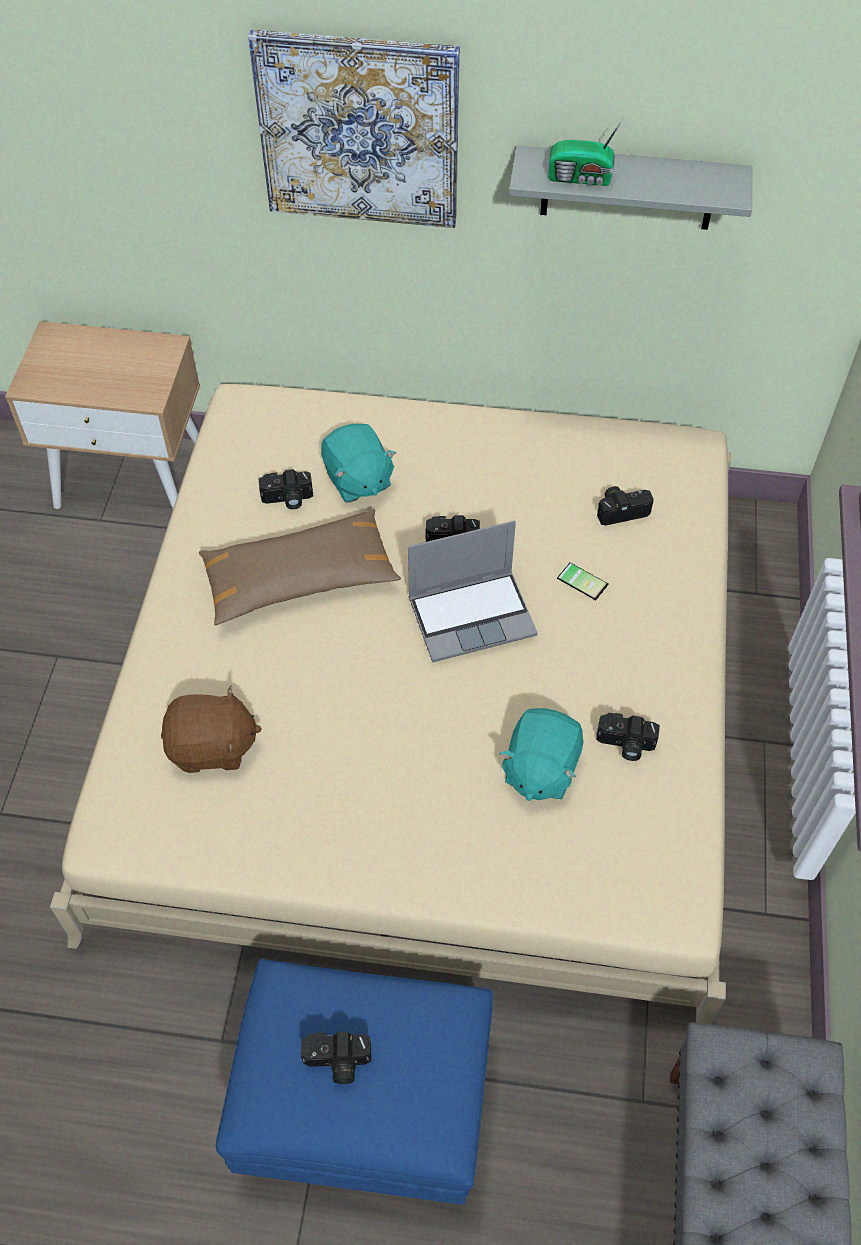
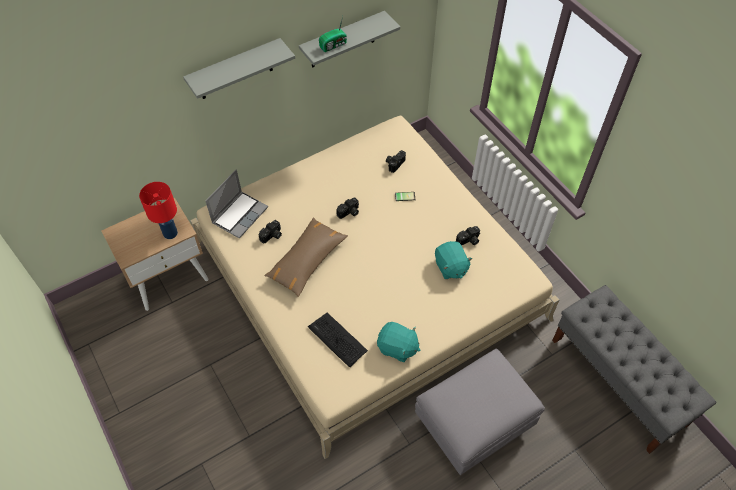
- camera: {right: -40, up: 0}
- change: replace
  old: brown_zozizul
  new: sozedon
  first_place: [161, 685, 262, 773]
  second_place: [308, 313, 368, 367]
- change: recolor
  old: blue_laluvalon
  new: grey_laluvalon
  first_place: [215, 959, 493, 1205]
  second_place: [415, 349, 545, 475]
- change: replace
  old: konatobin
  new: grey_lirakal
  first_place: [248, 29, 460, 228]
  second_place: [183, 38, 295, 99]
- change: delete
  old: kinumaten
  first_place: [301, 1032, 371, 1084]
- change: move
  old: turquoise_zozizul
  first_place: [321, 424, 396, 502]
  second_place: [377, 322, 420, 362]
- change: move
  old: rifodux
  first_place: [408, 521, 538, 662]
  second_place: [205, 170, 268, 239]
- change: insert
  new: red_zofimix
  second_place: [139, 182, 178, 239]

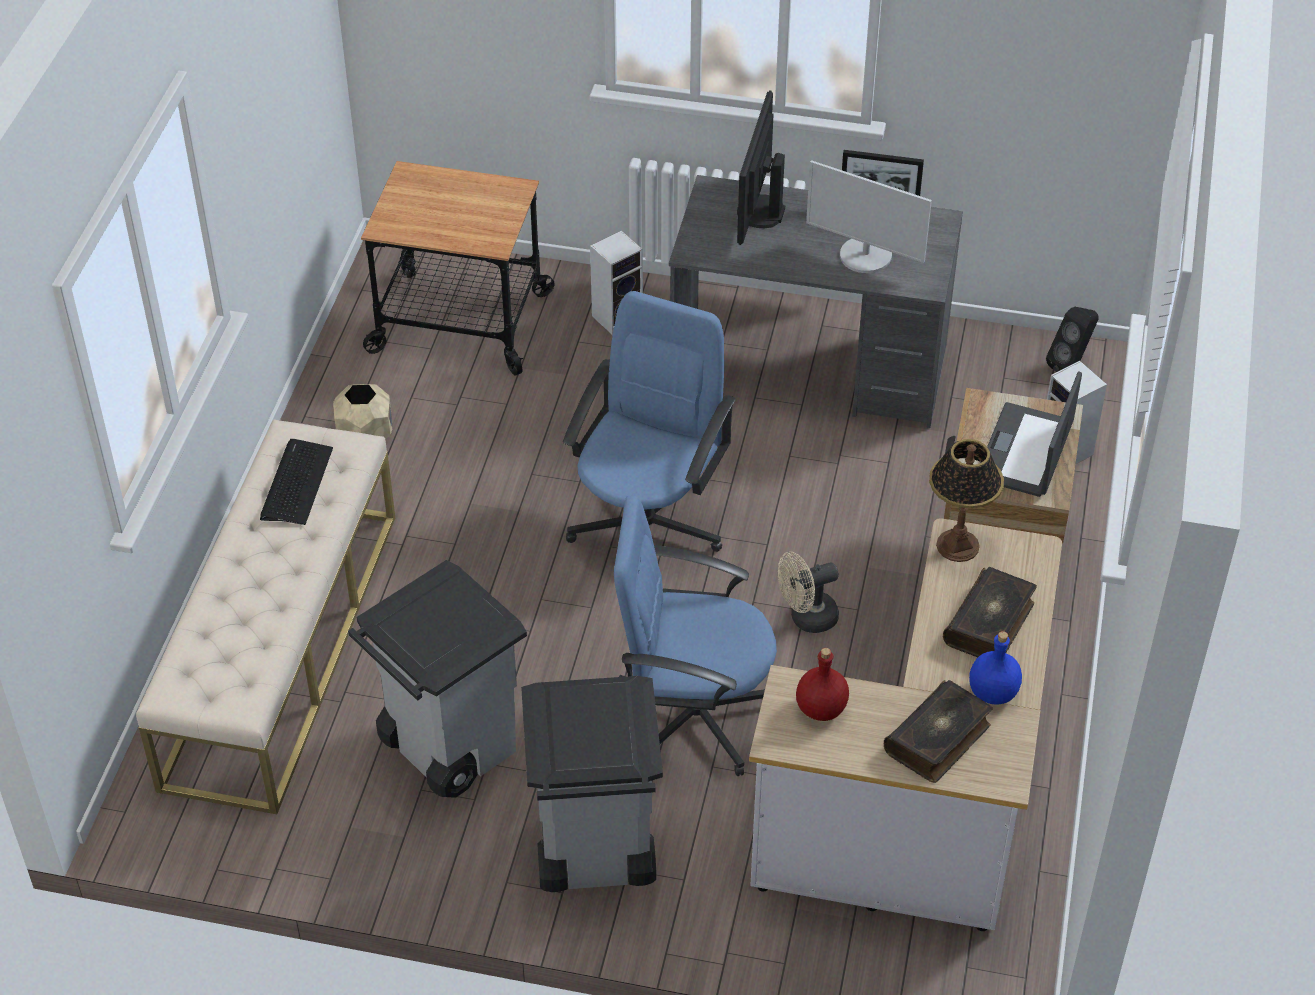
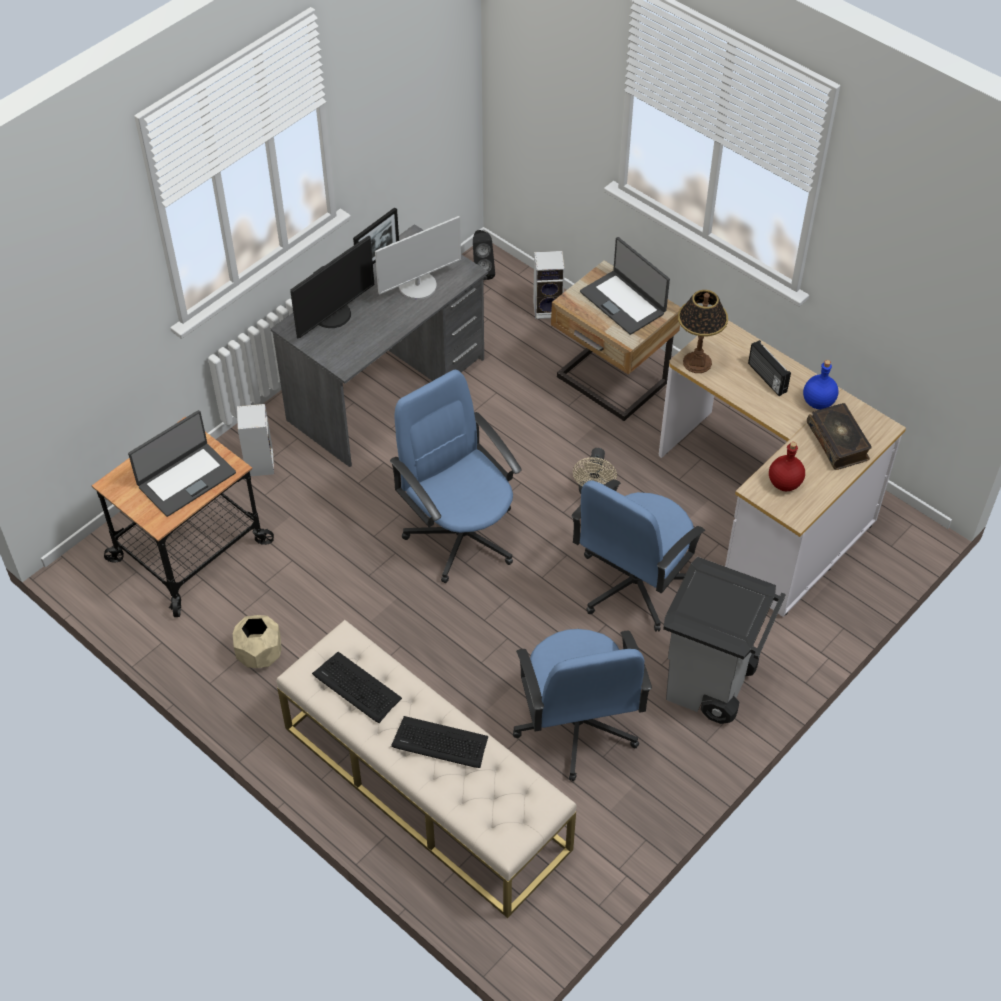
- camera: {right: -60, up: 5}
- change: replace
  old: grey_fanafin
  new: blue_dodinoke
  first_place: [348, 560, 527, 798]
  second_place: [513, 629, 652, 781]
- change: rotate
  old: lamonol
  first_place: [737, 90, 785, 245]
  second_place: [290, 236, 374, 338]
  degrees: -90
- change: replace
  old: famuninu
  new: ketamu
  first_place: [943, 567, 1037, 657]
  second_place: [748, 340, 791, 396]
- change: insert
  new: rifodux
  second_place: [128, 410, 236, 517]
- change: insert
  new: sozedon
  second_place: [391, 716, 488, 768]

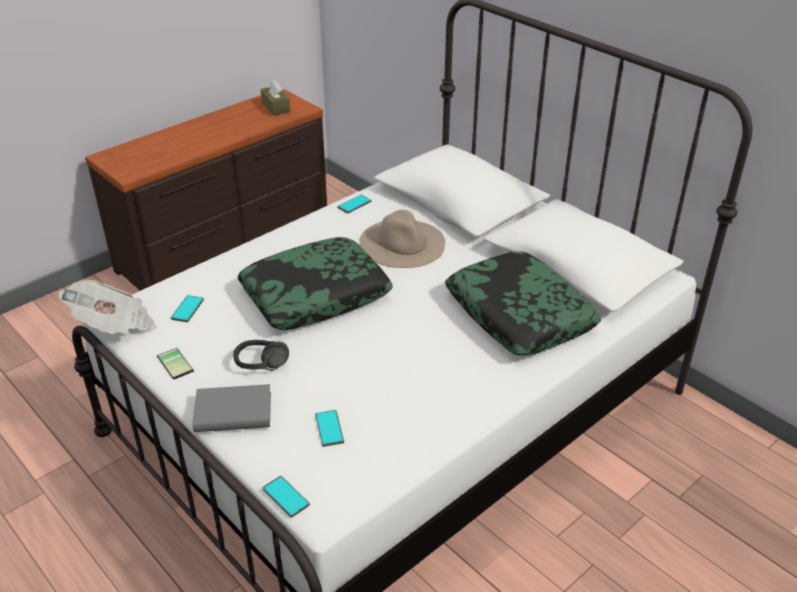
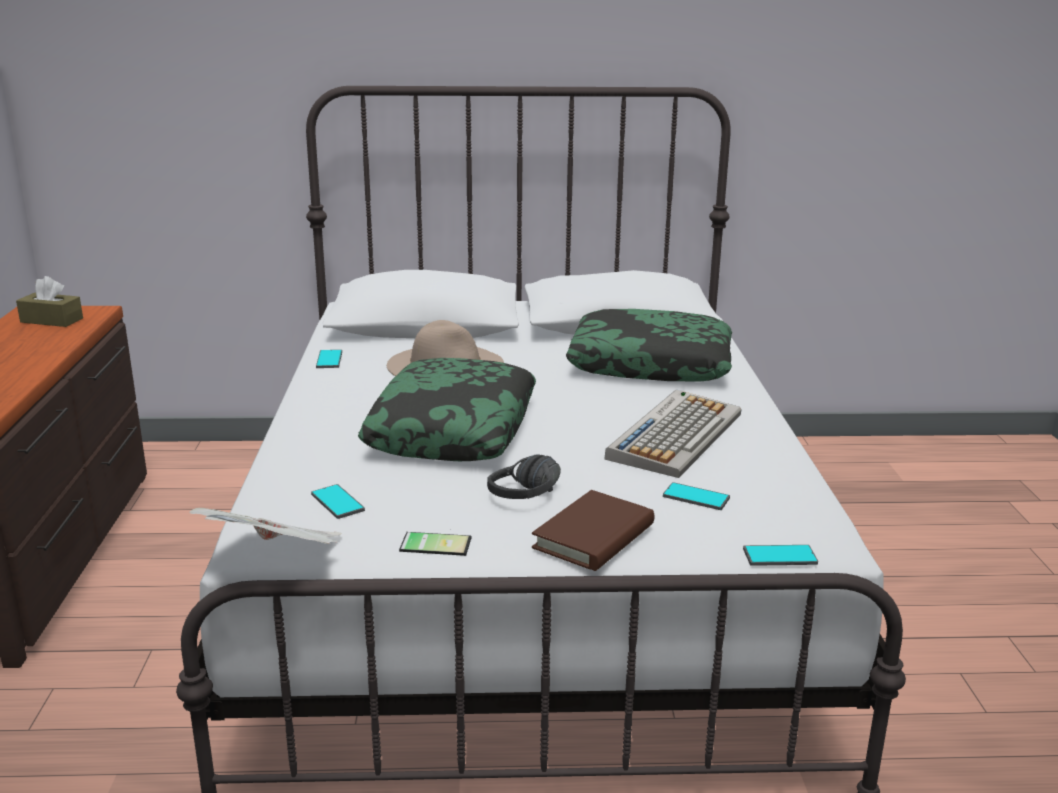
- camera: {right: -50, up: -15}
- change: recolor
  old: grey_famuninu
  new: brown_famuninu
  first_place: [192, 384, 271, 432]
  second_place: [532, 490, 655, 571]
- change: insert
  new: sozedon
  second_place: [604, 390, 742, 478]

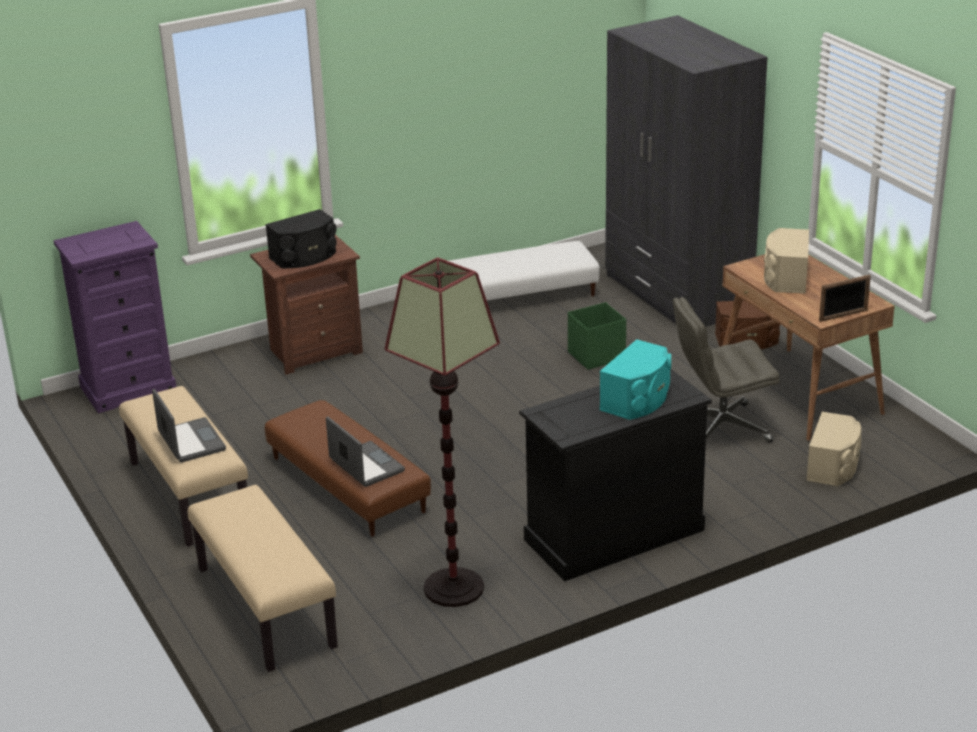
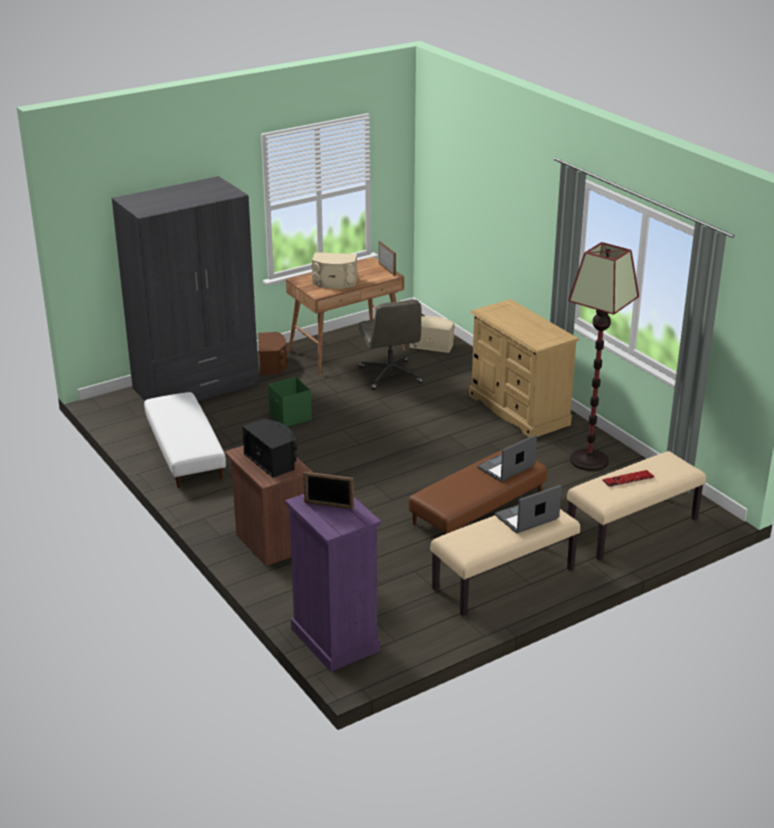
- camera: {right: -95, up: 0}
- change: recolor
  old: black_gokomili
  new: beige_gokomili
  first_place: [519, 369, 712, 581]
  second_place: [469, 299, 579, 437]
- change: delete
  old: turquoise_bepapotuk
  first_place: [600, 339, 671, 420]
- change: insert
  new: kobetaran
  second_place: [303, 471, 354, 509]
- change: insert
  new: sozedon
  second_place: [602, 470, 654, 487]

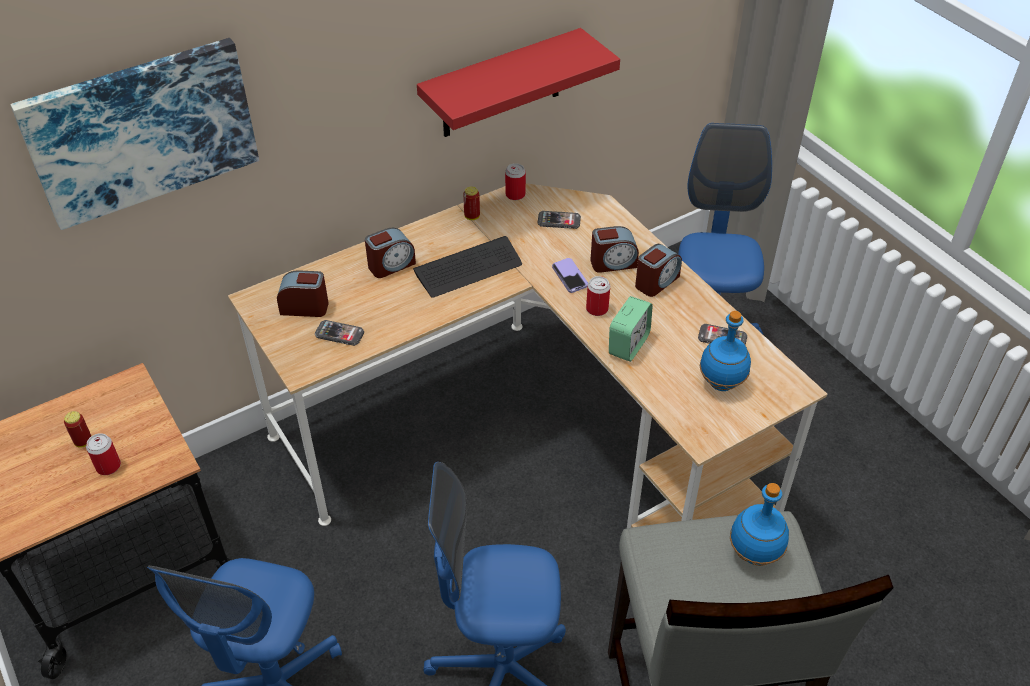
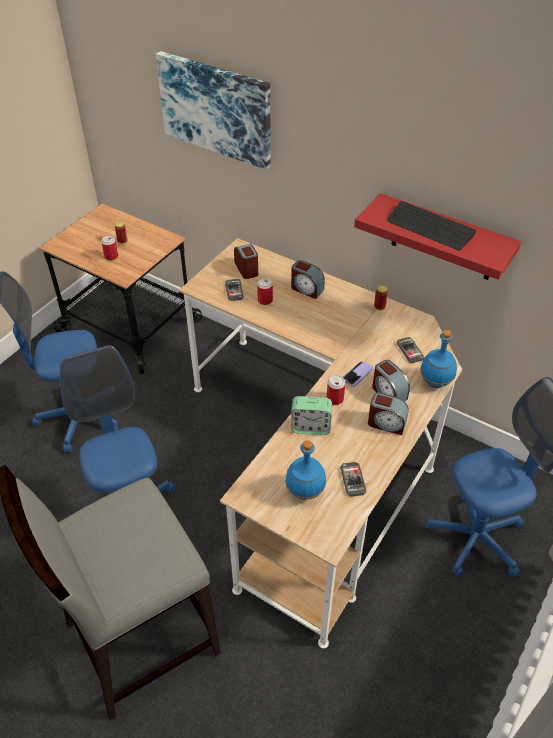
- camera: {right: 65, up: 0}
- change: move
  old: sozedon
  first_place: [413, 236, 522, 298]
  second_place: [387, 201, 477, 251]
- change: move
  old: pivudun
  first_place: [505, 163, 526, 200]
  second_place: [257, 278, 273, 305]
- change: move
  old: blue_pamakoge
  first_place: [730, 483, 789, 566]
  second_place: [420, 330, 457, 388]

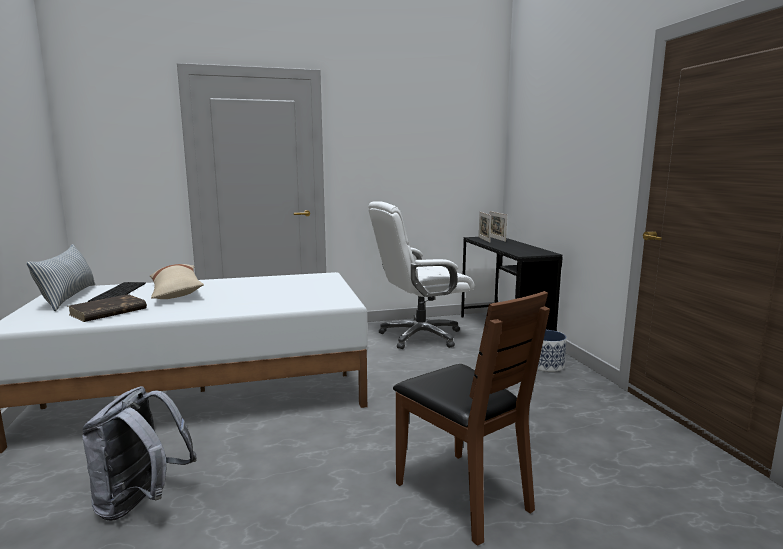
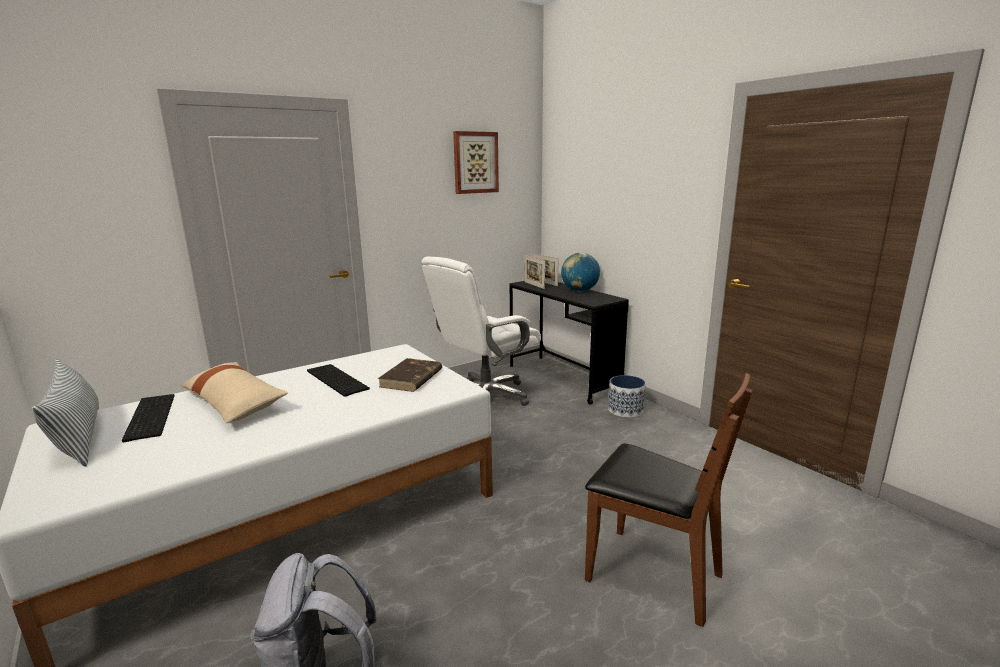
- camera: {right: -20, up: 5}
- change: move
  old: brown_famuninu
  first_place: [68, 294, 147, 322]
  second_place: [378, 358, 442, 392]
- change: insert
  new: sozedon
  second_place: [307, 364, 370, 397]
- change: insert
  new: konatobin
  second_place: [453, 131, 499, 194]
- change: insert
  new: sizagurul
  second_place: [561, 253, 600, 291]

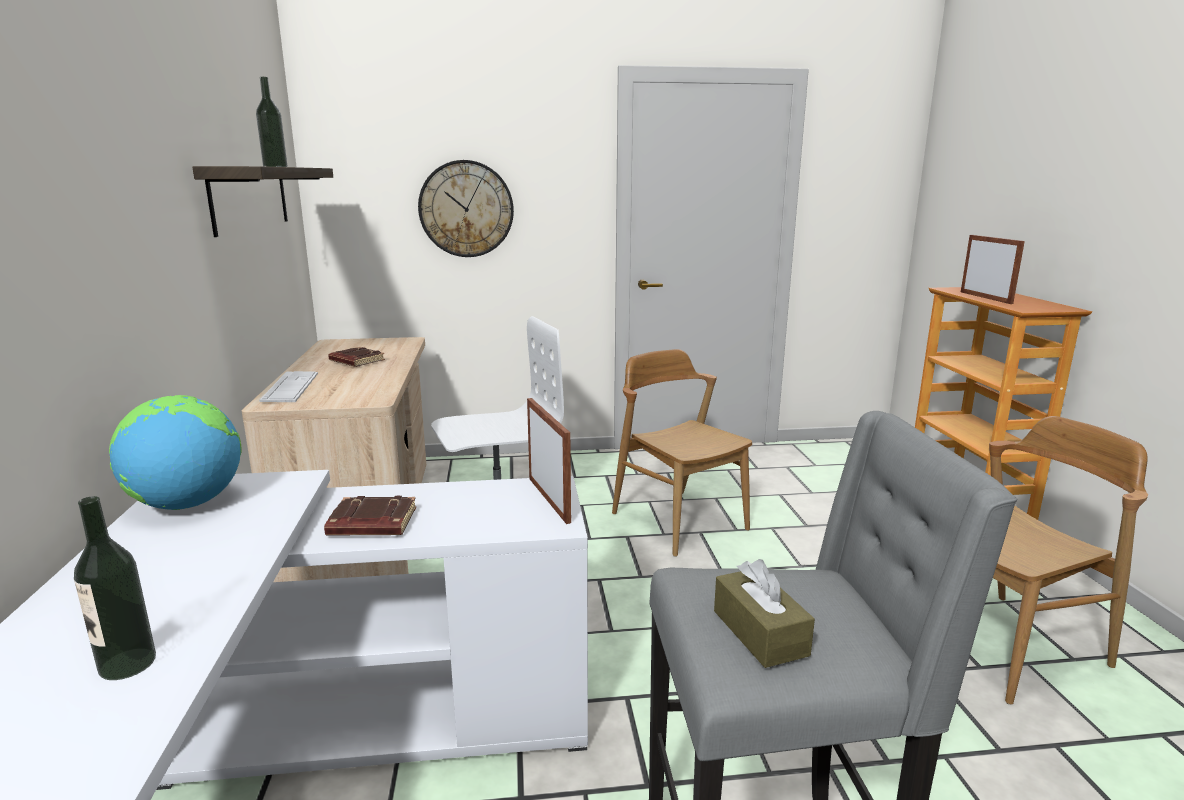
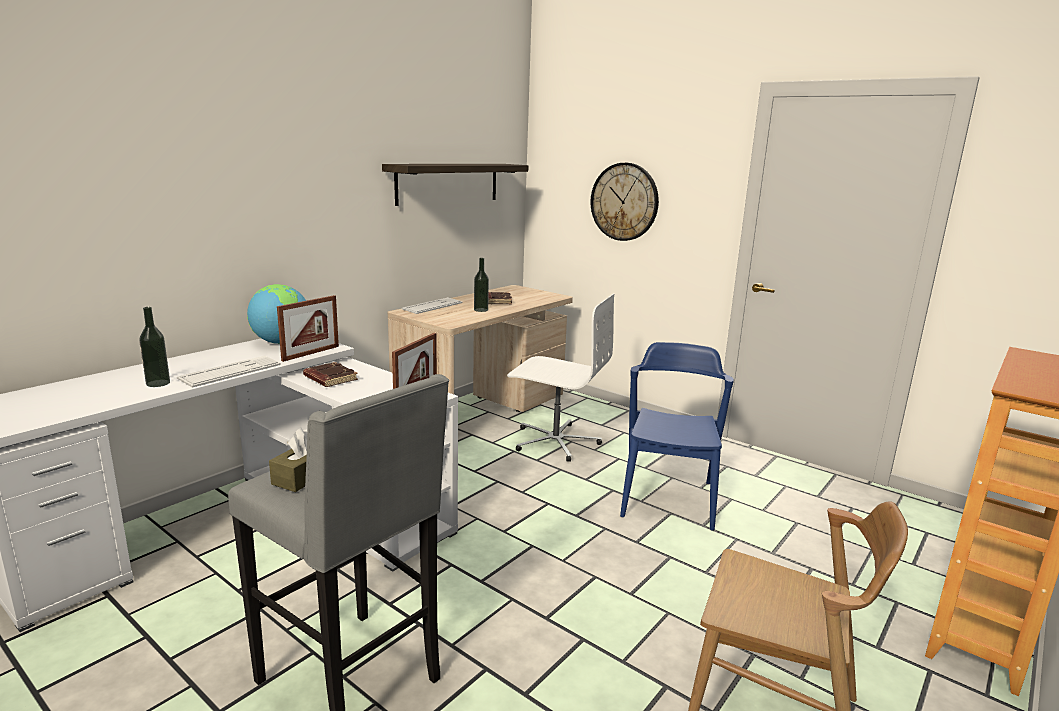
- camera: {right: 45, up: 0}
- change: move
  old: pamakoge
  first_place: [256, 77, 287, 167]
  second_place: [474, 258, 489, 312]
- change: recolor
  old: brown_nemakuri
  new: blue_nemakuri
  first_place: [612, 349, 752, 557]
  second_place: [620, 342, 734, 531]
- change: move
  old: kobetaran
  first_place: [961, 235, 1025, 304]
  second_place: [277, 295, 339, 362]
- change: insert
  new: sozedon
  second_place: [177, 356, 281, 388]

